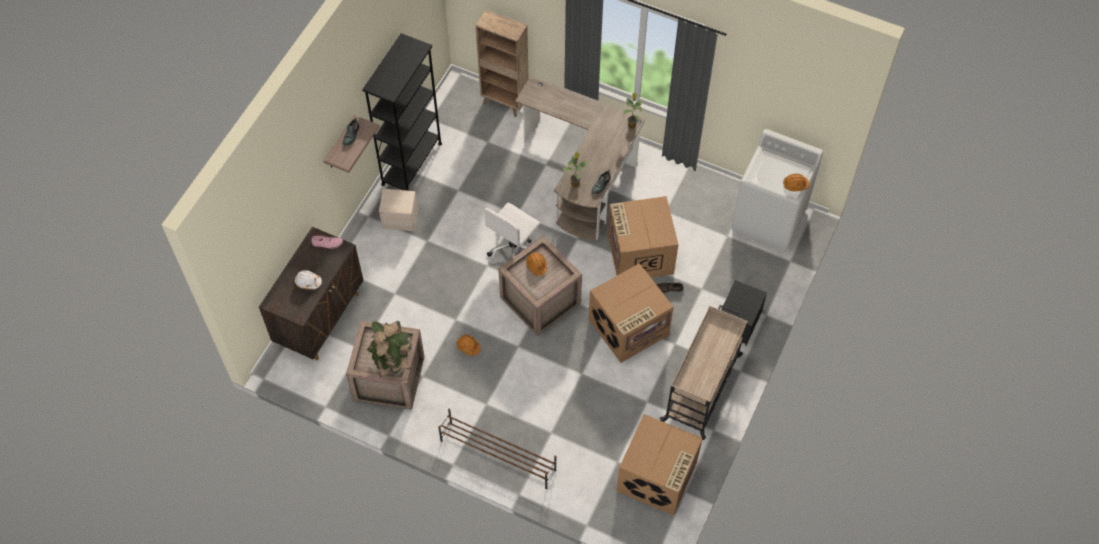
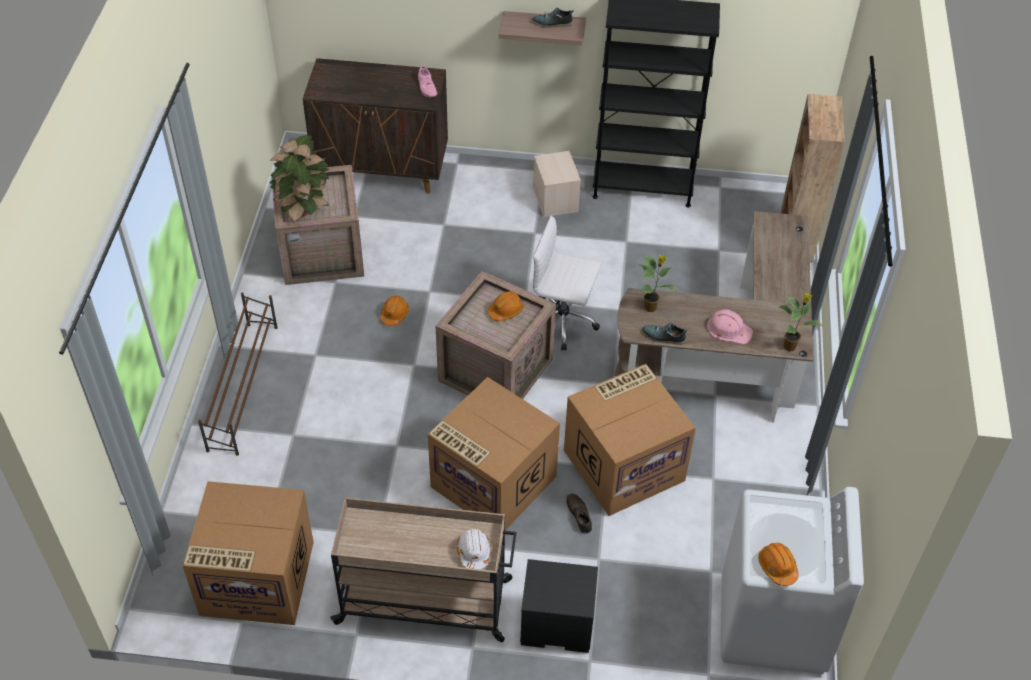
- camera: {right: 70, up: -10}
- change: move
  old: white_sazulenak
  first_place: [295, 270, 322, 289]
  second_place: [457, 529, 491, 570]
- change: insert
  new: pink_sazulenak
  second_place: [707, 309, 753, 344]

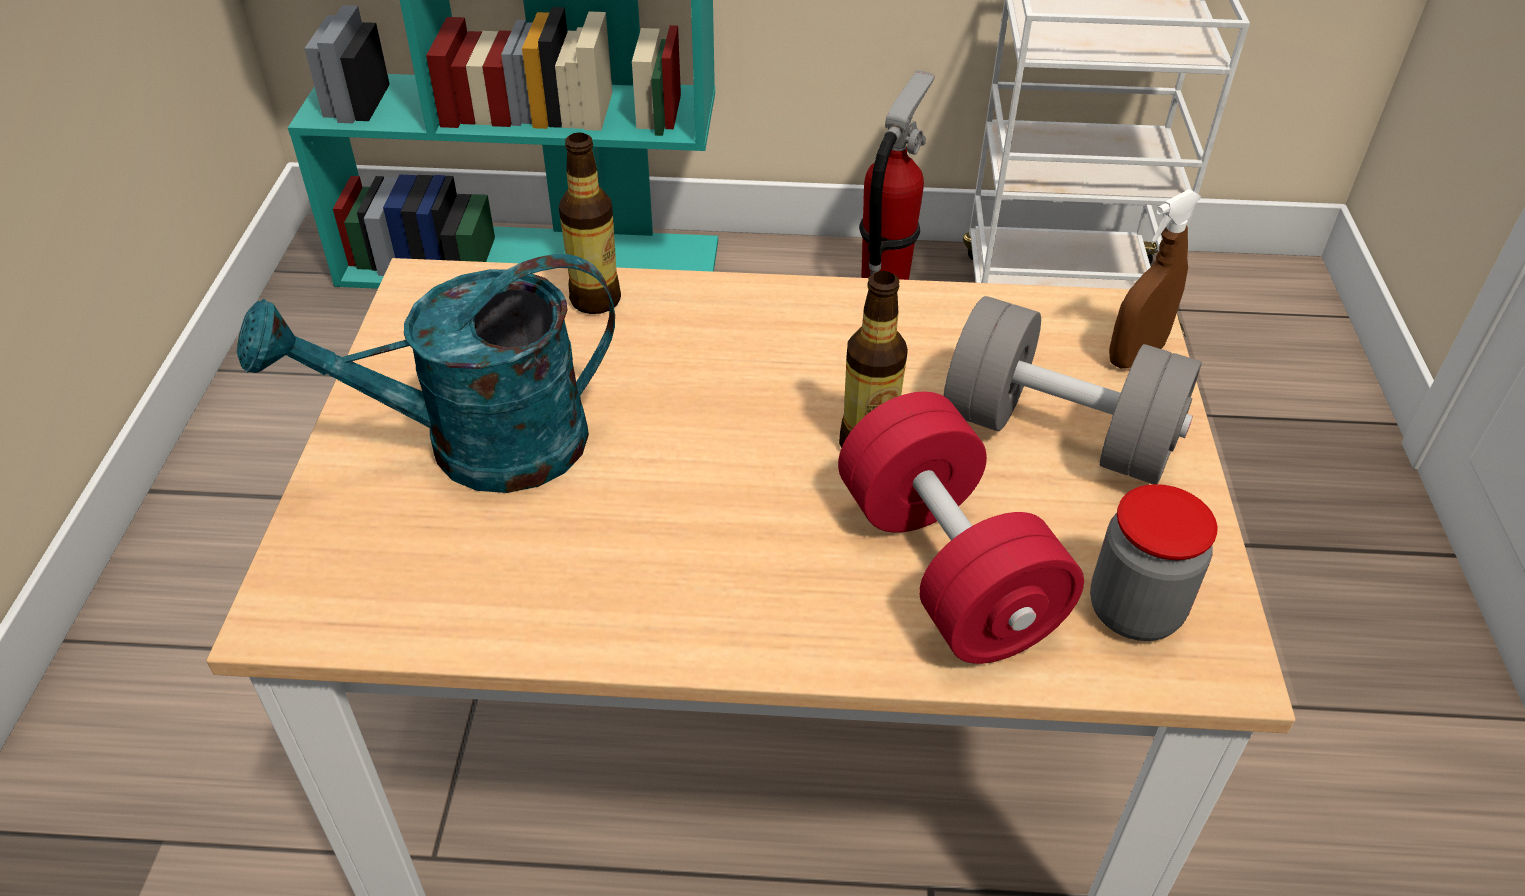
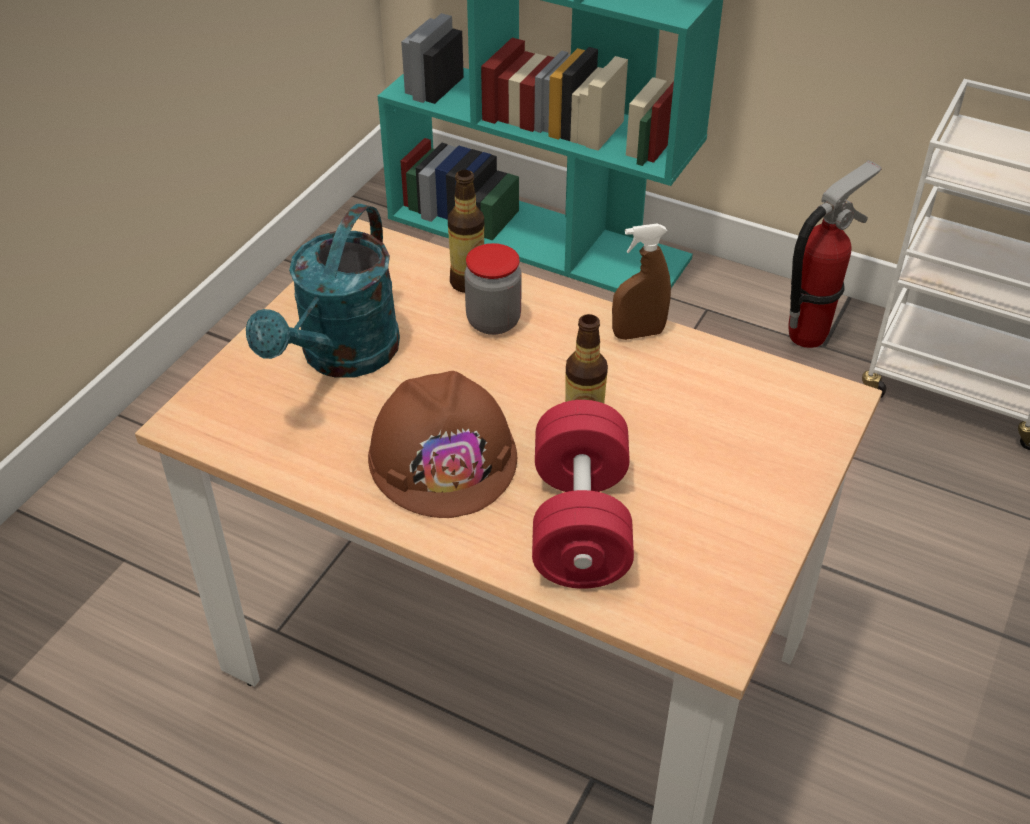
- camera: {right: 25, up: 0}
- change: rotate
  old: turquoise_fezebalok
  first_place: [237, 254, 615, 493]
  second_place: [246, 204, 400, 378]
  degrees: -75
- change: delete
  old: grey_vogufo
  first_place: [944, 296, 1202, 484]
- change: move
  old: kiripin
  first_place: [1090, 484, 1217, 641]
  second_place: [464, 243, 521, 335]
- change: move
  old: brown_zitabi
  first_place: [1109, 189, 1202, 368]
  second_place: [612, 223, 671, 340]
- change: insert
  new: brown_sazulenak
  second_place: [368, 371, 517, 518]

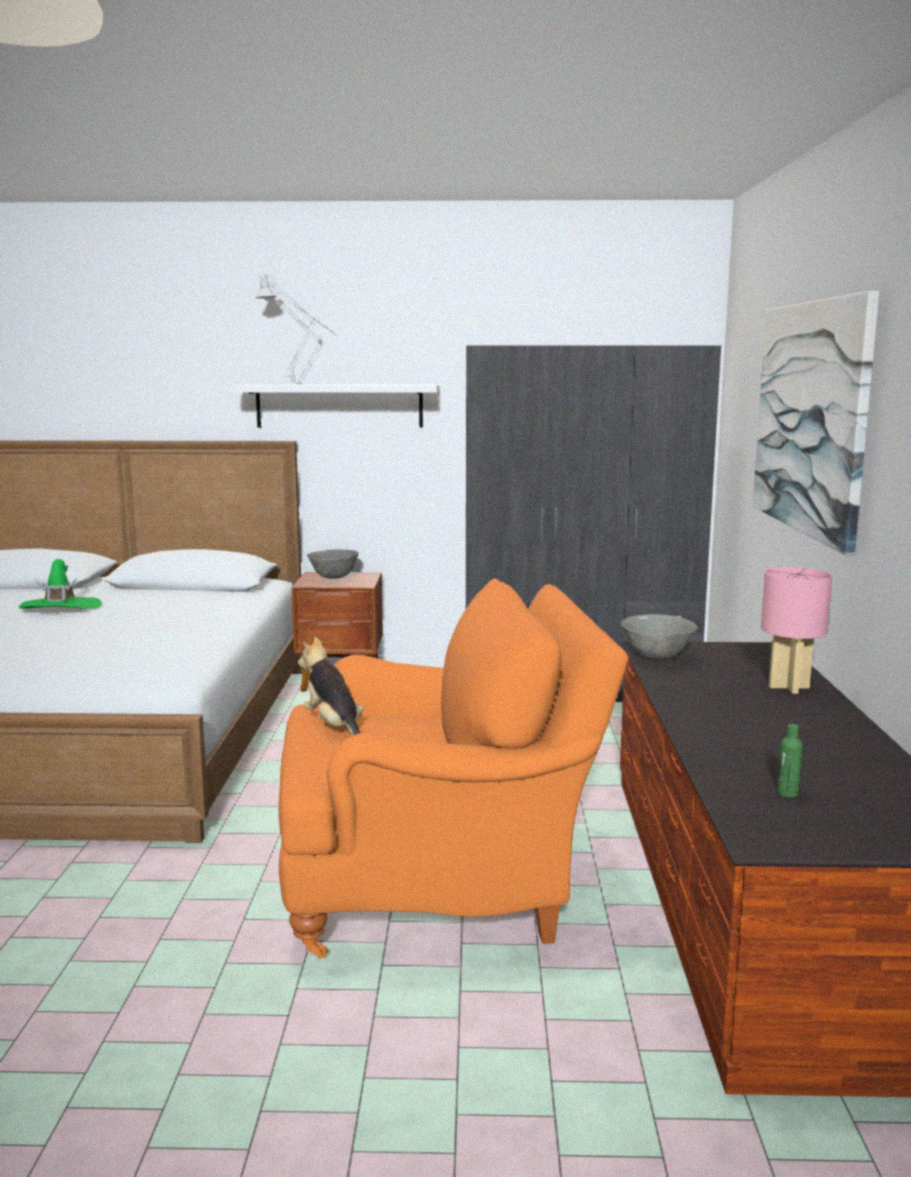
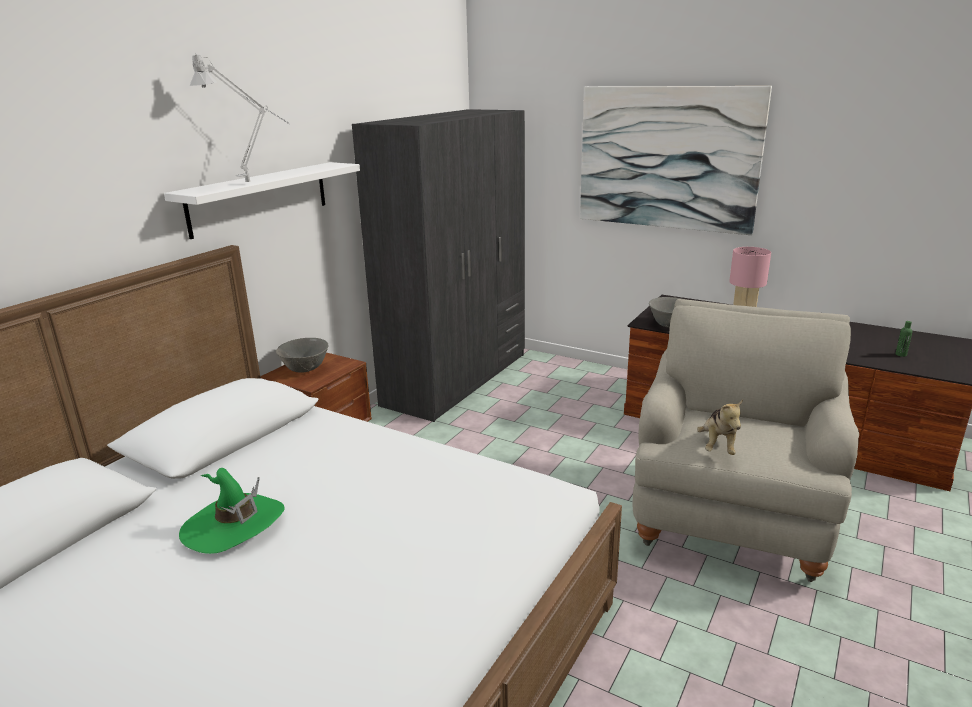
- camera: {right: -60, up: 10}
- change: recolor
  old: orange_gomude
  new: beige_gomude
  first_place: [278, 578, 629, 958]
  second_place: [632, 299, 859, 582]
- change: rotate
  old: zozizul
  first_place: [298, 637, 364, 736]
  second_place: [697, 400, 743, 455]
  degrees: -75

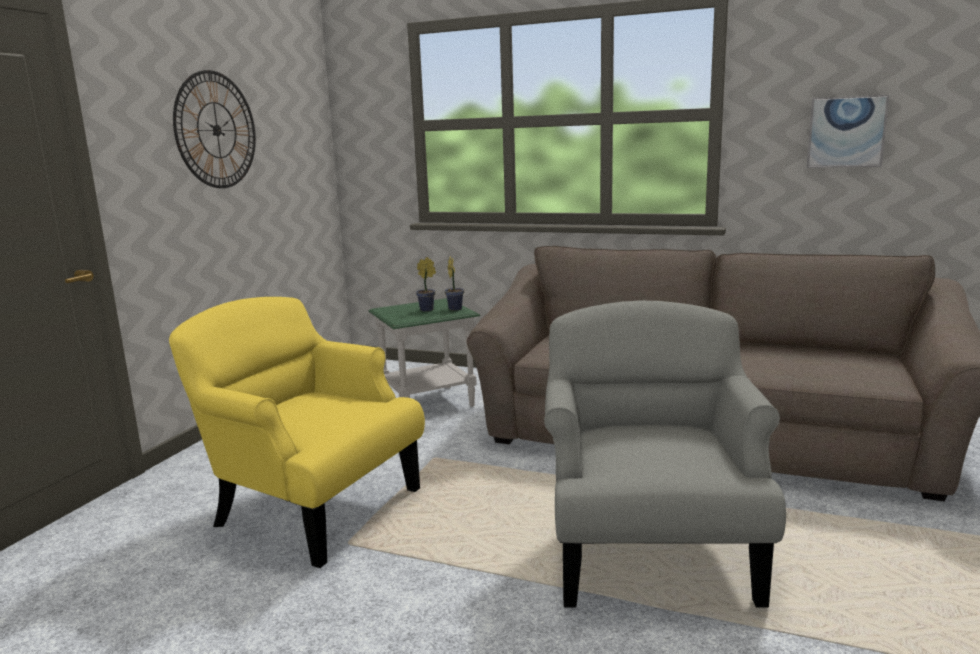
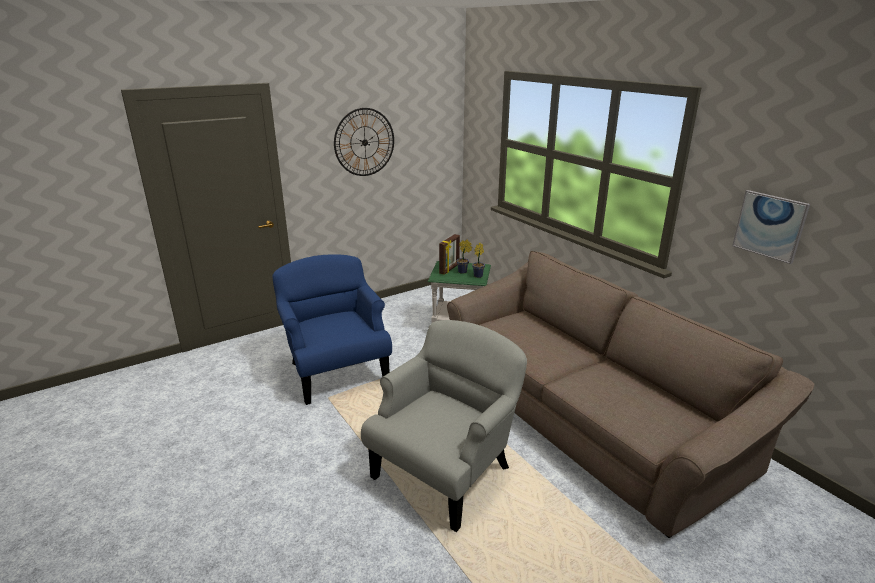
- camera: {right: 35, up: 10}
- change: recolor
  old: yellow_gomude
  new: blue_gomude
  first_place: [169, 297, 425, 568]
  second_place: [272, 254, 392, 405]
- change: insert
  new: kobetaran
  second_place: [439, 234, 460, 275]

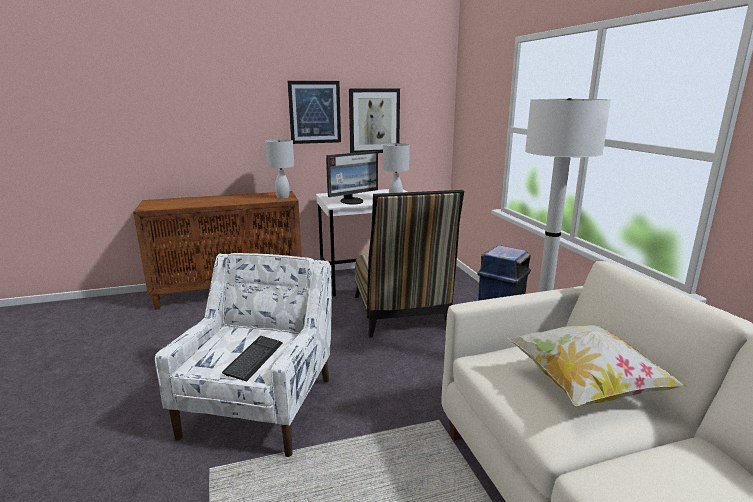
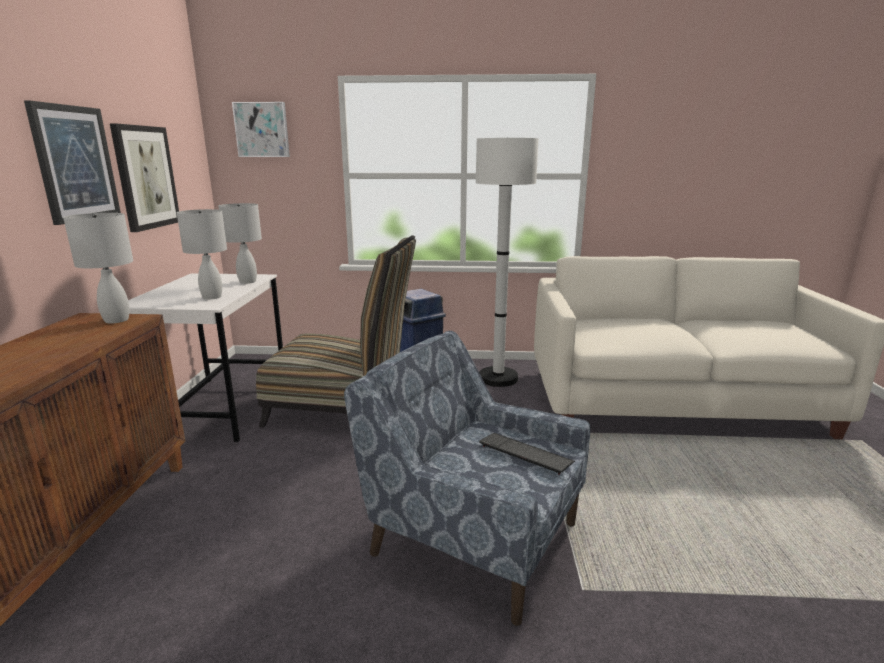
- camera: {right: -70, up: 0}
- change: recolor
  old: white_gomude
  new: blue_gomude
  first_place: [155, 253, 332, 457]
  second_place: [344, 331, 590, 626]
- change: replace
  old: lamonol
  new: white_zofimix
  first_place: [326, 151, 378, 204]
  second_place: [177, 209, 227, 299]
- change: delete
  old: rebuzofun
  first_place: [507, 326, 687, 406]
- change: insert
  new: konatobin
  second_place: [232, 102, 290, 157]

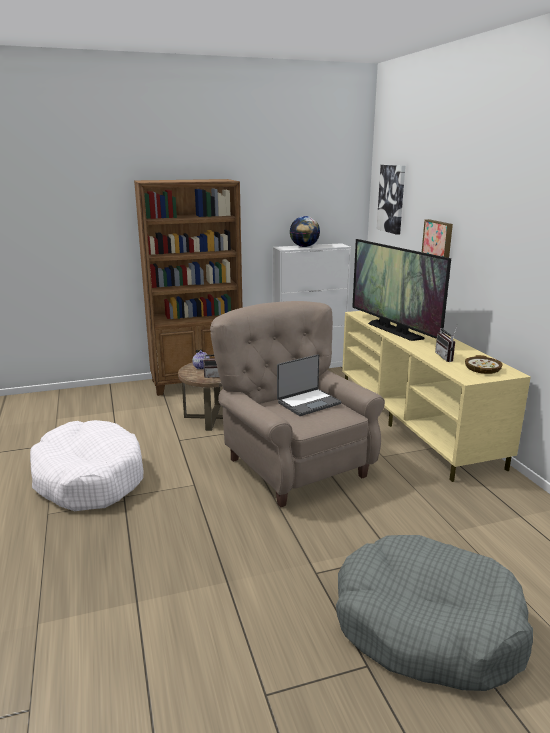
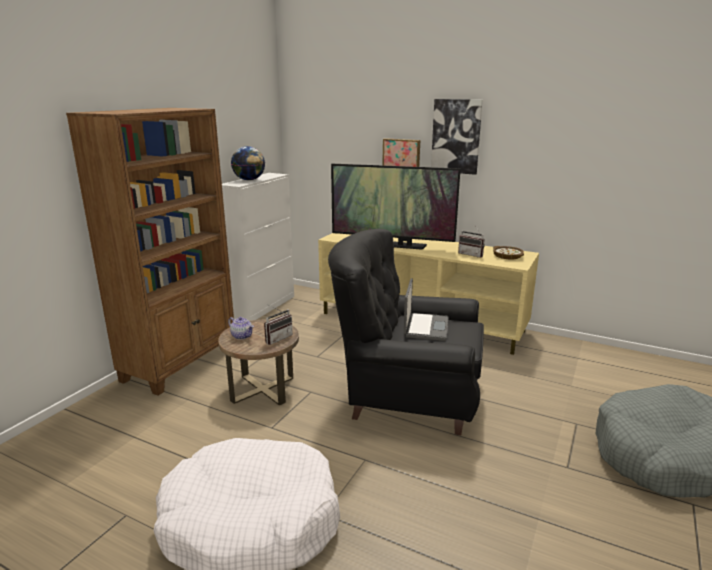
- camera: {right: -45, up: 0}
- change: recolor
  old: beige_gomude
  new: black_gomude
  first_place: [210, 301, 385, 508]
  second_place: [328, 229, 484, 435]
- change: move
  old: konatobin
  first_place: [377, 165, 405, 235]
  second_place: [431, 99, 483, 175]

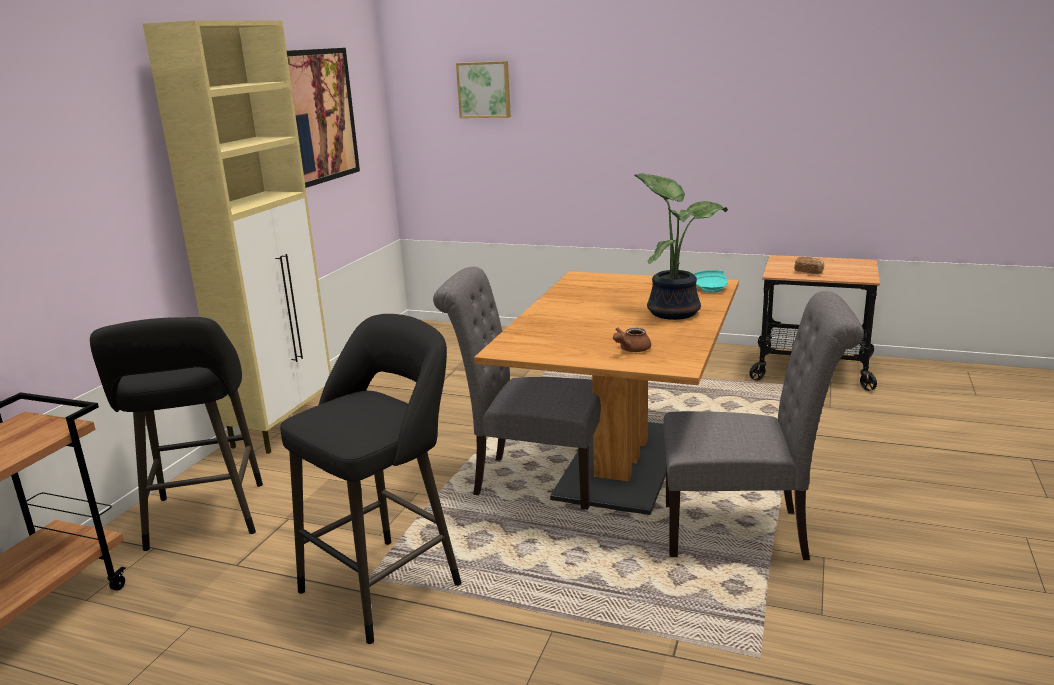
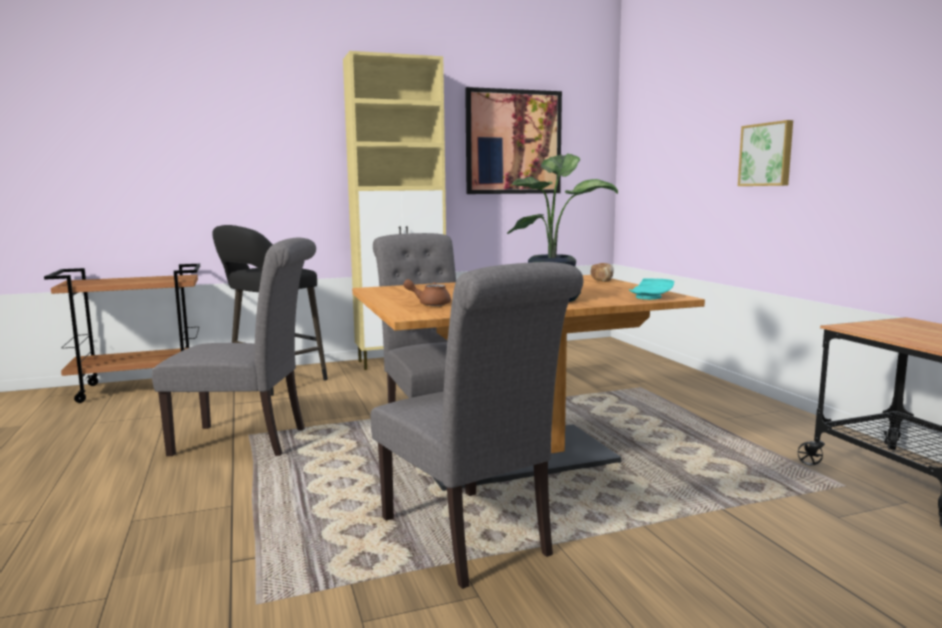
- camera: {right: 50, up: -10}
- change: replace
  old: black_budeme
  new: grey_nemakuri
  first_place: [280, 314, 461, 644]
  second_place: [152, 238, 316, 456]
- change: move
  old: konatobin
  first_place: [456, 61, 511, 118]
  second_place: [738, 120, 793, 186]
- change: move
  old: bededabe
  first_place: [794, 257, 824, 274]
  second_place: [591, 263, 614, 282]

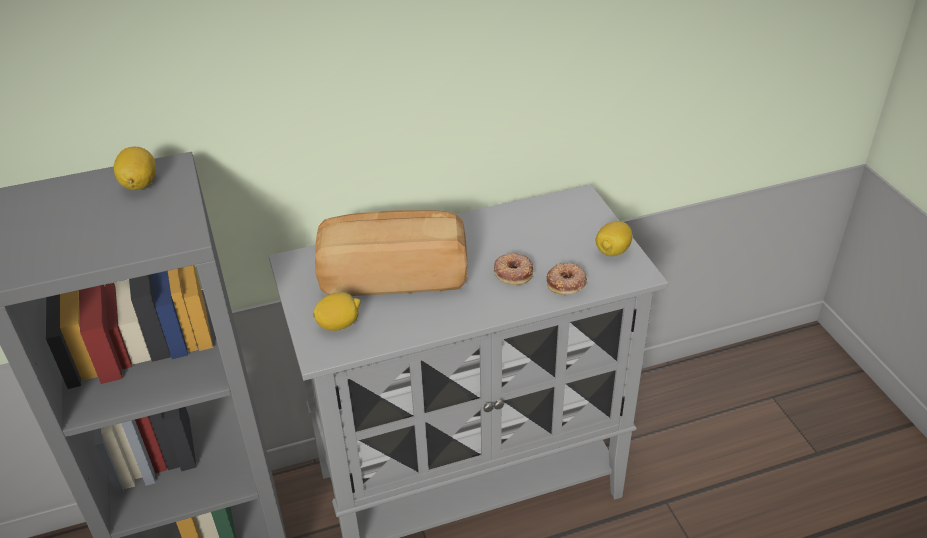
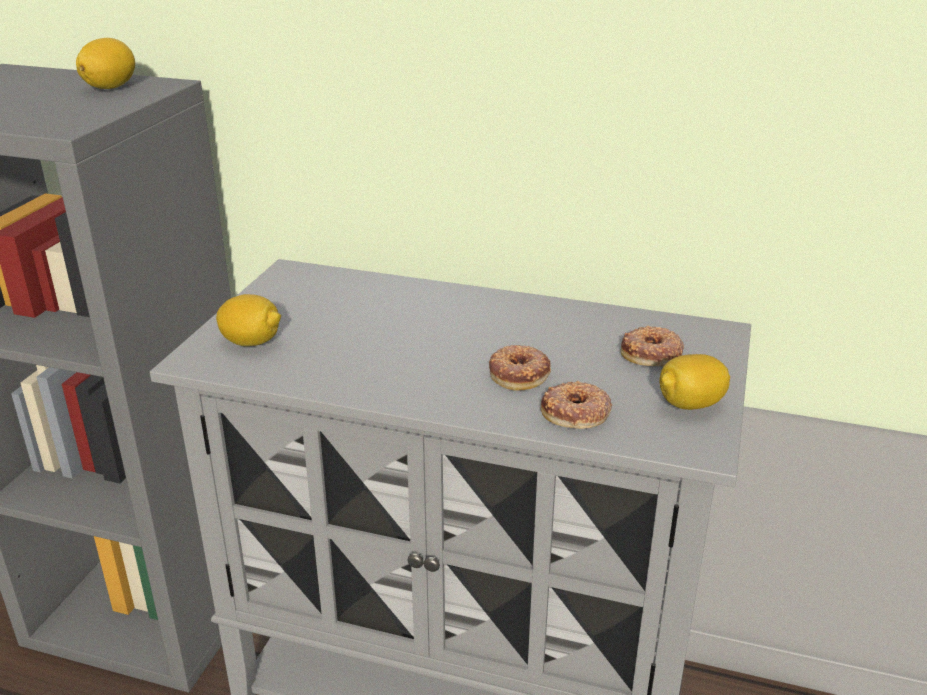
- camera: {right: 35, up: -10}
- change: delete
  old: bededabe
  first_place: [315, 210, 468, 296]
- change: insert
  new: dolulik
  second_place: [621, 325, 684, 366]

